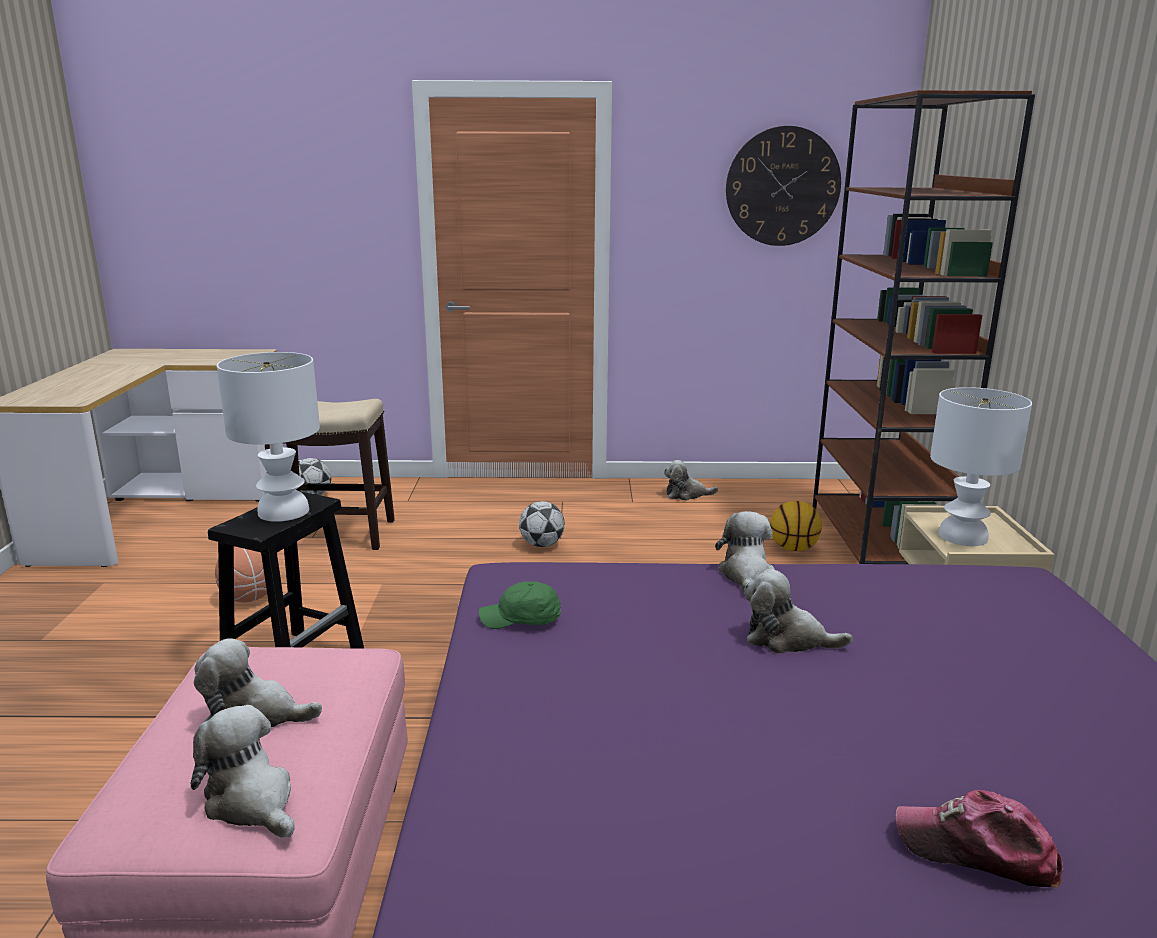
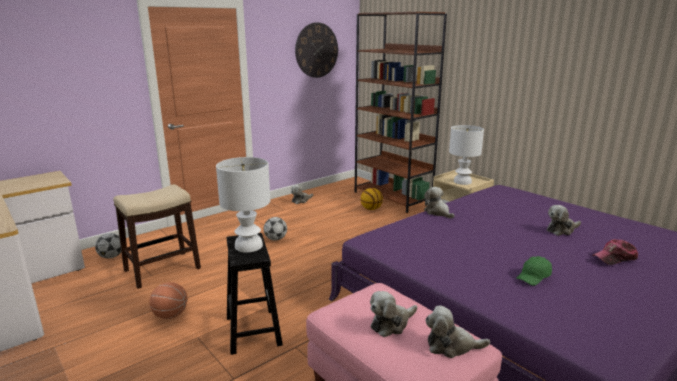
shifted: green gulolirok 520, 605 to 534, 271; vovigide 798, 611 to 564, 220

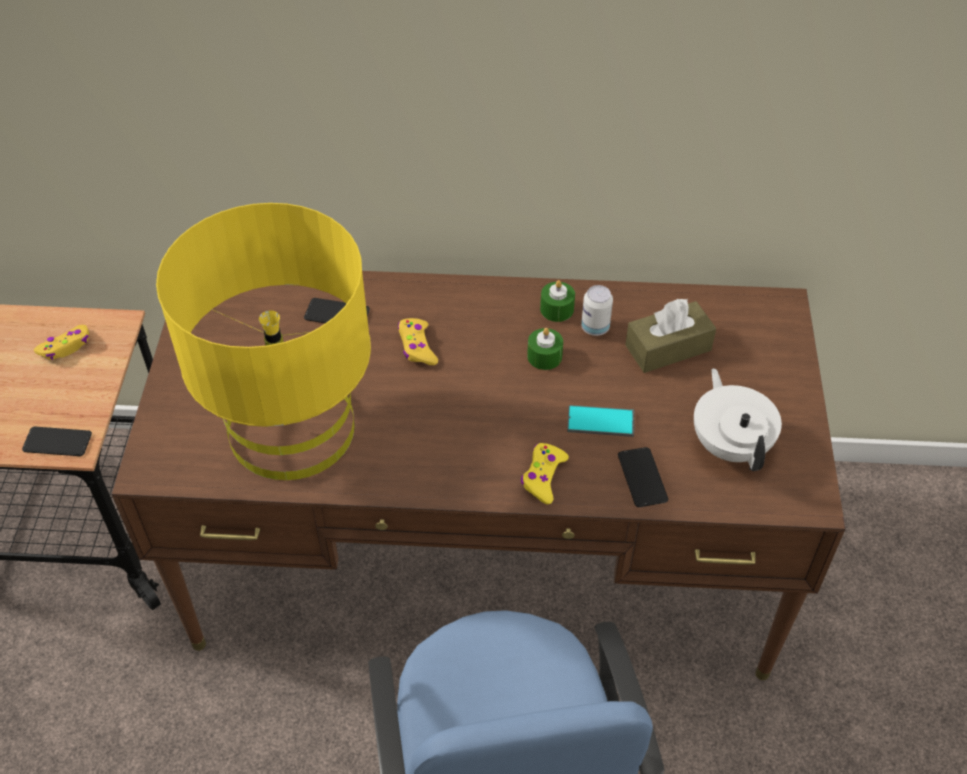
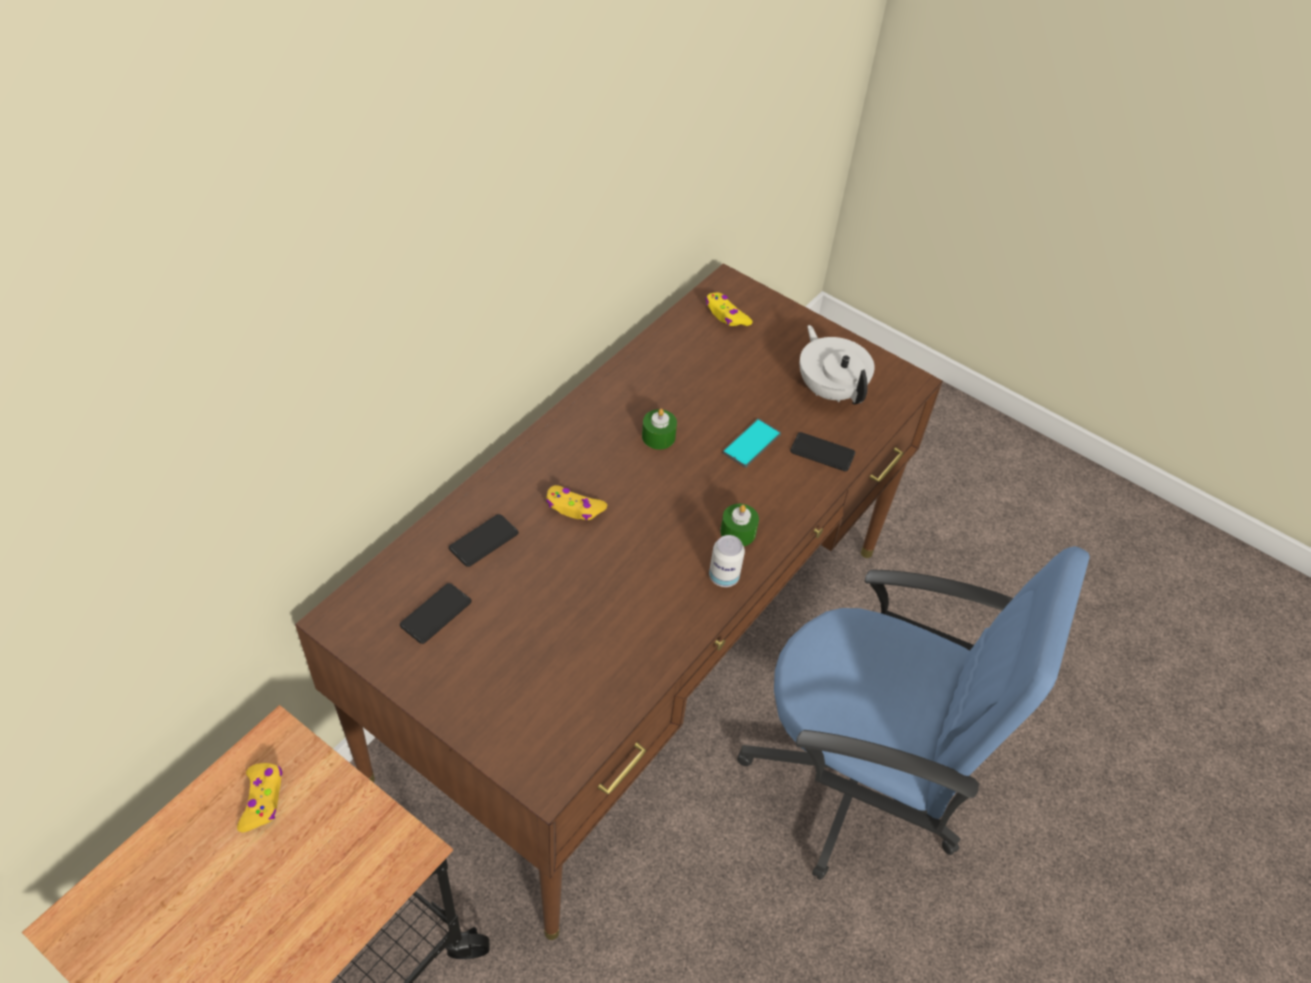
gone: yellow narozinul 263, 341; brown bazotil 670, 336
shifted: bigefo 57, 441 to 435, 613; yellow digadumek 545, 473 to 729, 309; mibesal 597, 310 to 727, 561; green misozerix 557, 301 to 739, 525
rotated: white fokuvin 738, 419 = 837, 364 45 degrees clockwise

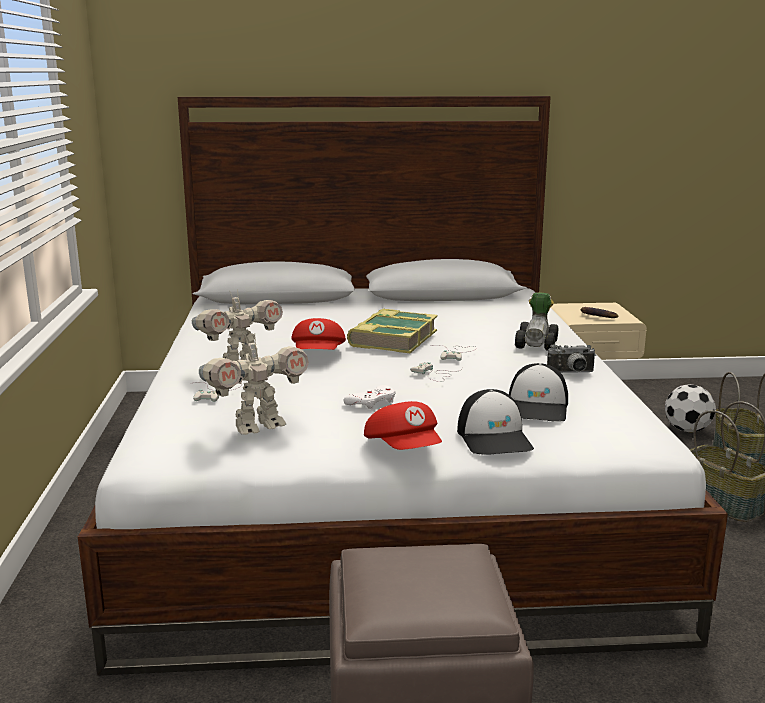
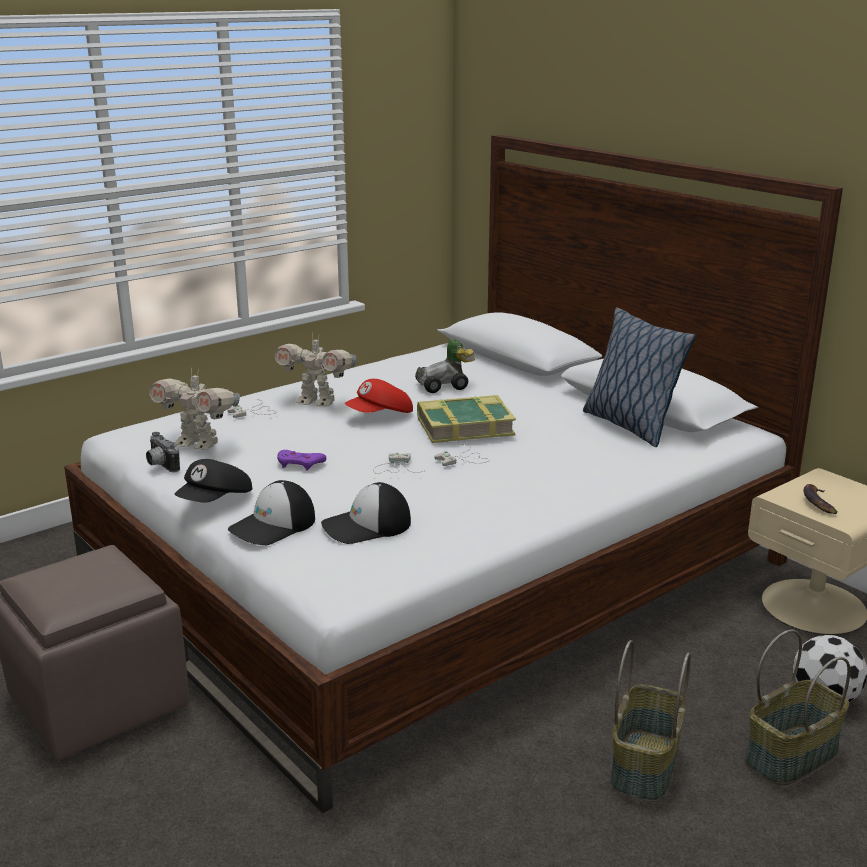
new: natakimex 639, 377
shifted: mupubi 571, 359 to 163, 452; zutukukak 536, 321 to 445, 366
repainted: red gulolirok 403, 425 to black gulolirok 213, 481; white digadumek 369, 397 to purple digadumek 301, 460

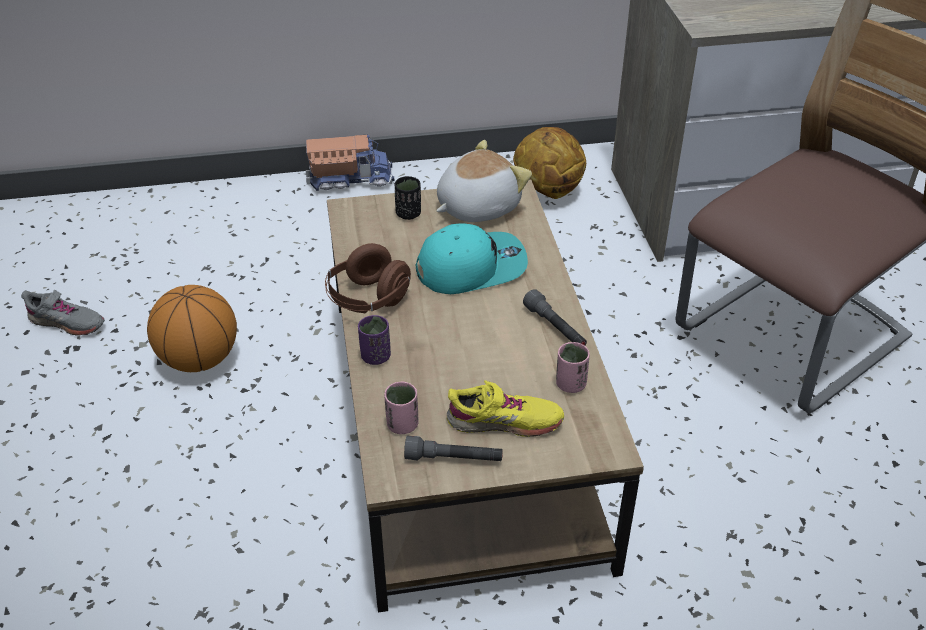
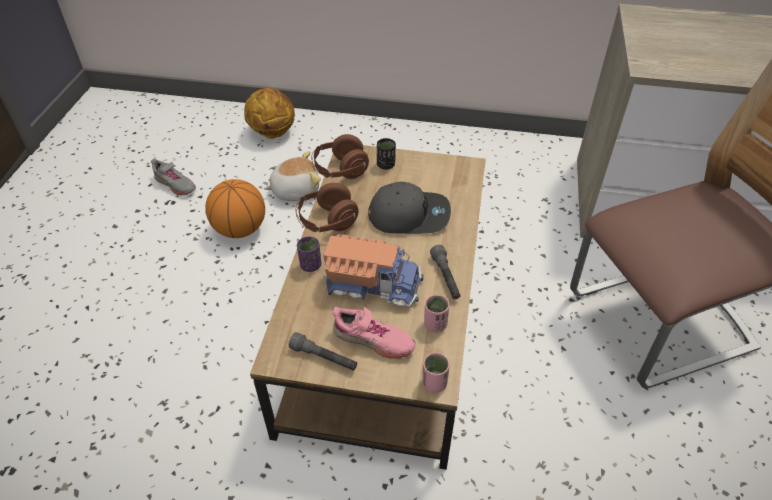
new: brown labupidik 340, 156
shifted: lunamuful 549, 163 to 269, 113; vovigide 484, 181 to 292, 176; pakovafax 350, 163 to 373, 270; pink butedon 401, 408 to 436, 373
repainted: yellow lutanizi 505, 408 to pink lutanizi 374, 333; turquoise gulolirok 471, 258 to grey gulolirok 409, 208

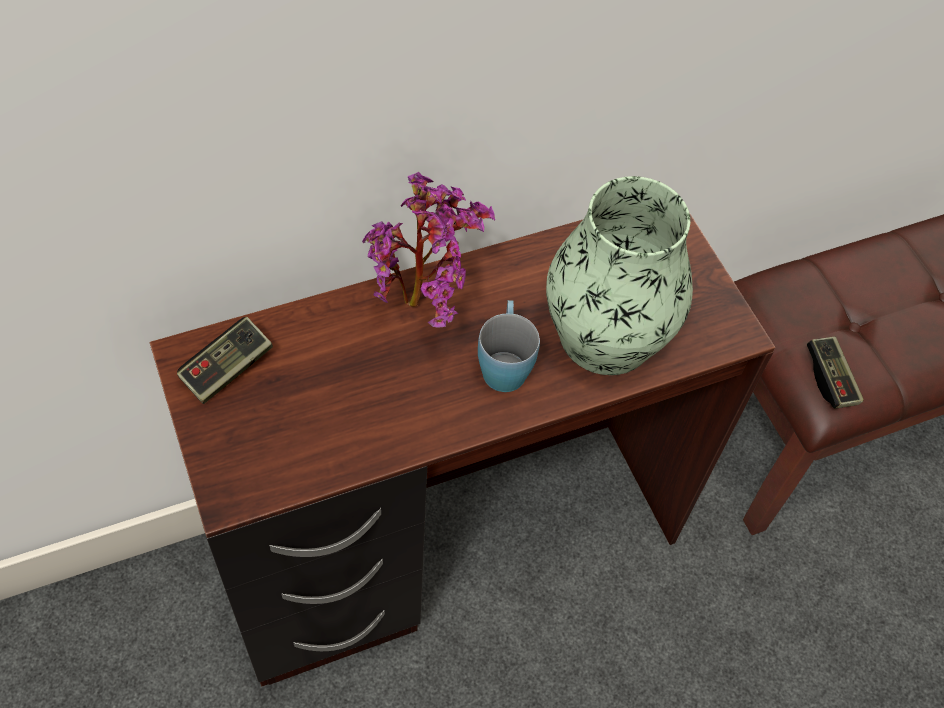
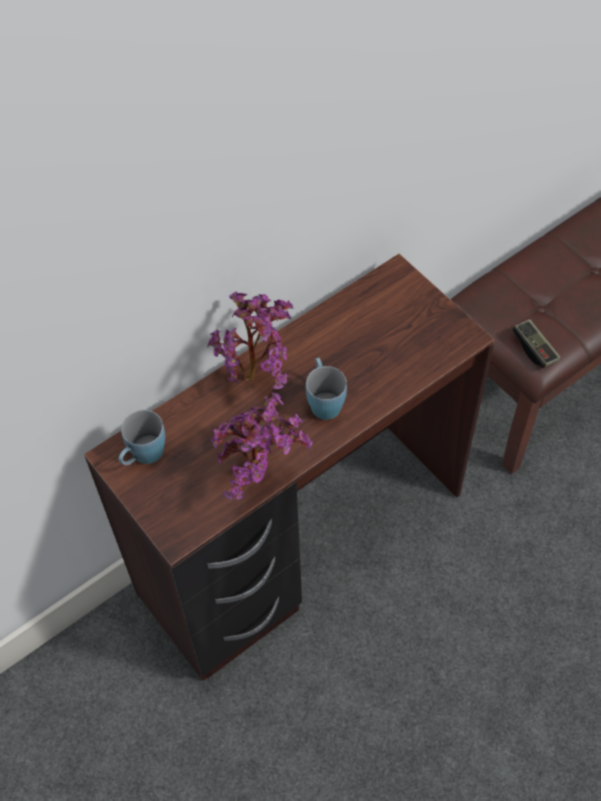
gone: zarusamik 619, 275
new: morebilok 262, 446
swapped: digadumek 225, 360 to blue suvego 142, 437

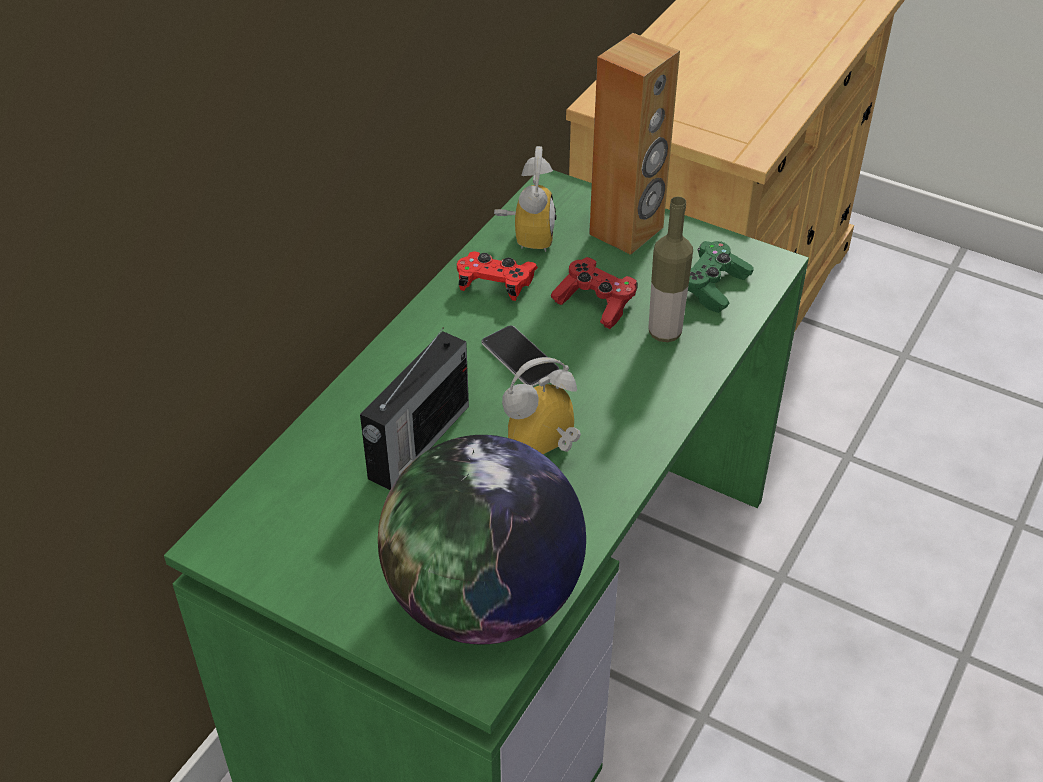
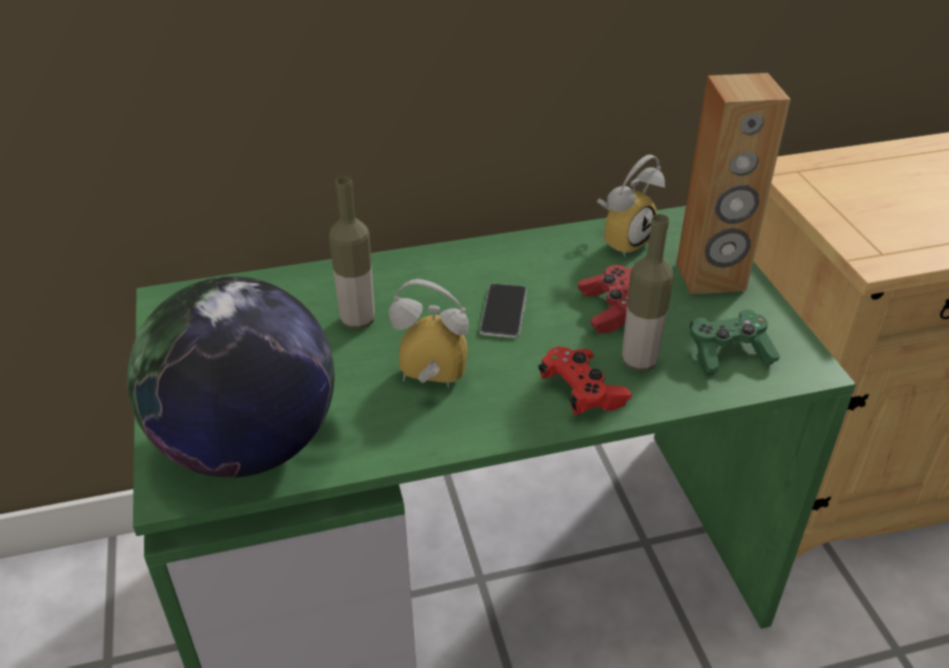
shifted: red digadumek 497, 276 to 585, 381
swapped: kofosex 414, 408 to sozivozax 352, 253

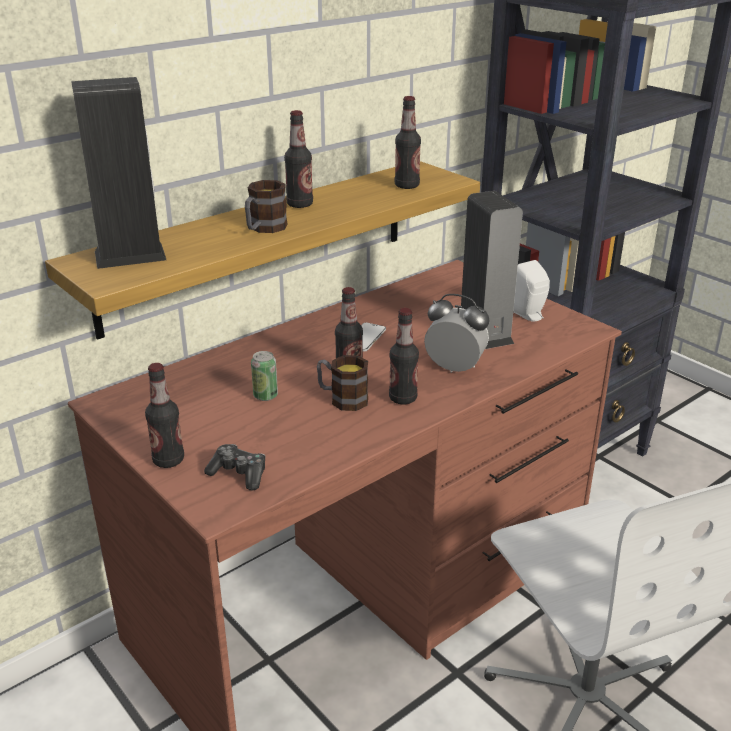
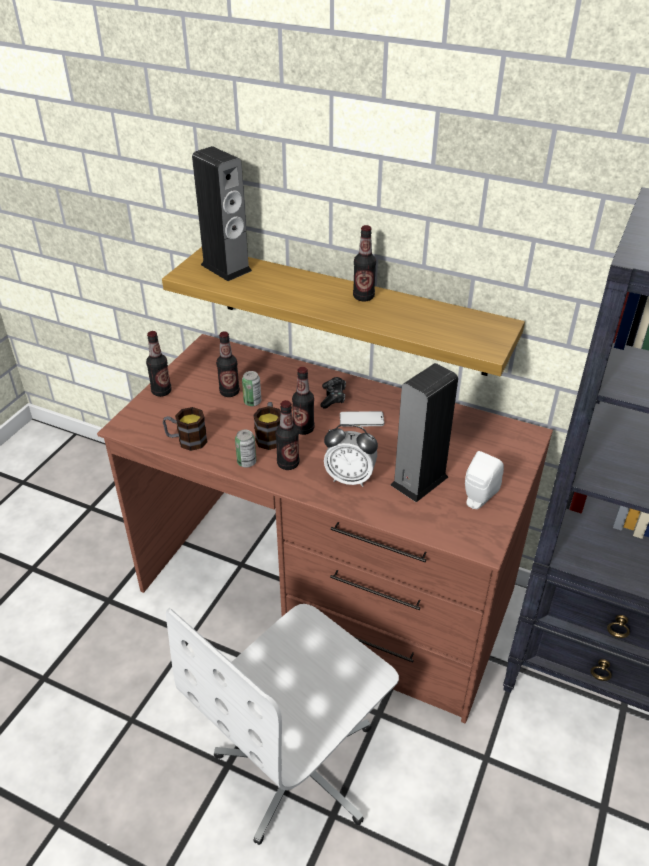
new: mibesal 245, 449
shifted: suvego 266, 206 to 185, 429; sozivozax 408, 142 to 228, 364; digadumek 234, 467 to 333, 393
rotated: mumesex 456, 333 = 351, 455 105 degrees clockwise

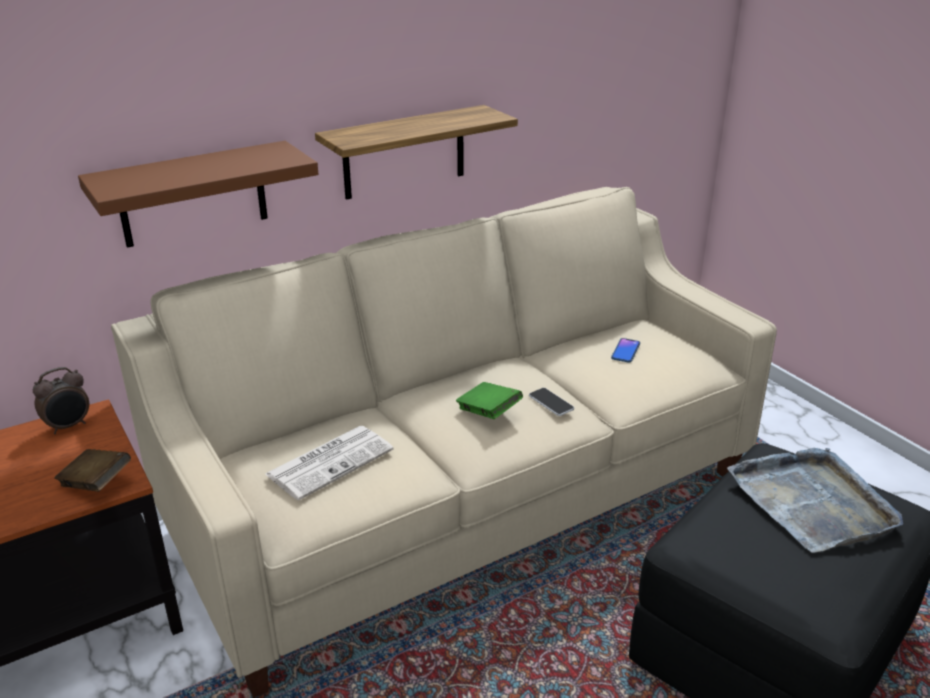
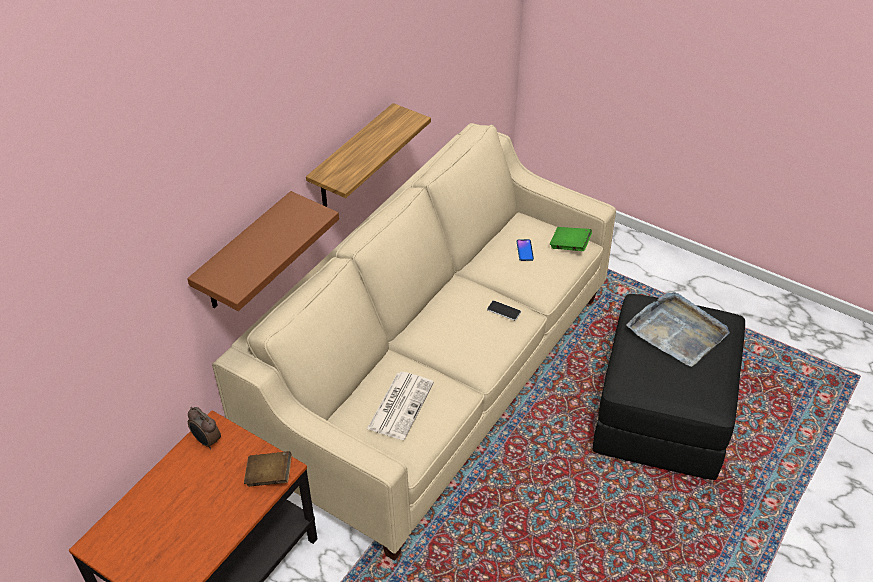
shifted: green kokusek 489, 400 to 571, 239
rotated: mumesex 61, 400 = 204, 428 105 degrees clockwise

